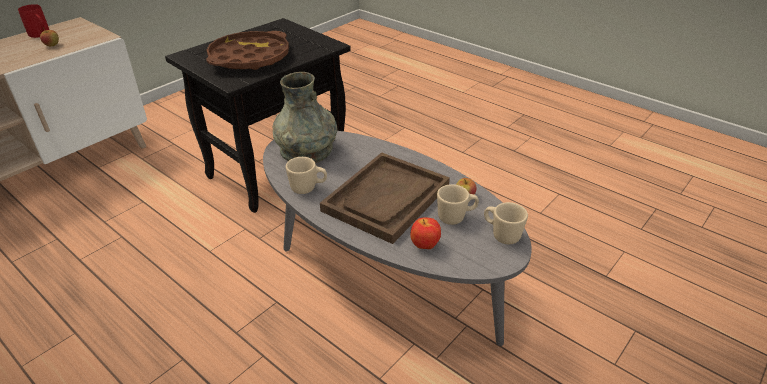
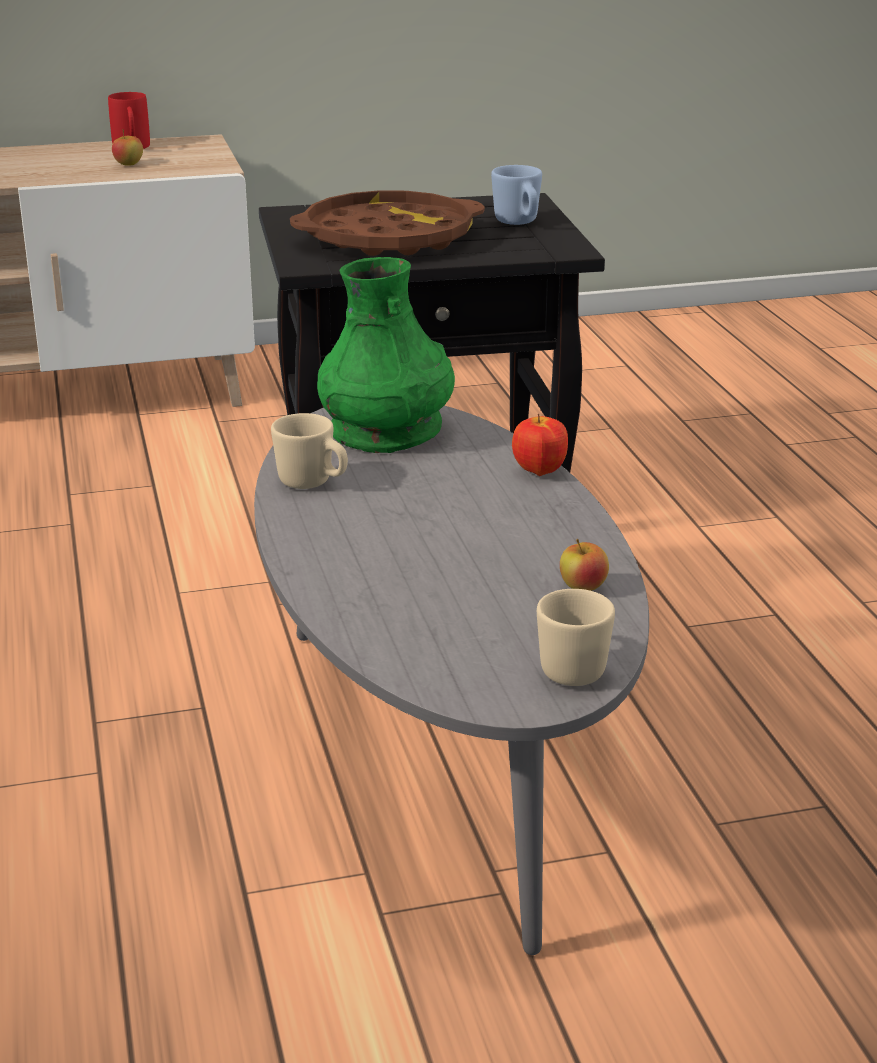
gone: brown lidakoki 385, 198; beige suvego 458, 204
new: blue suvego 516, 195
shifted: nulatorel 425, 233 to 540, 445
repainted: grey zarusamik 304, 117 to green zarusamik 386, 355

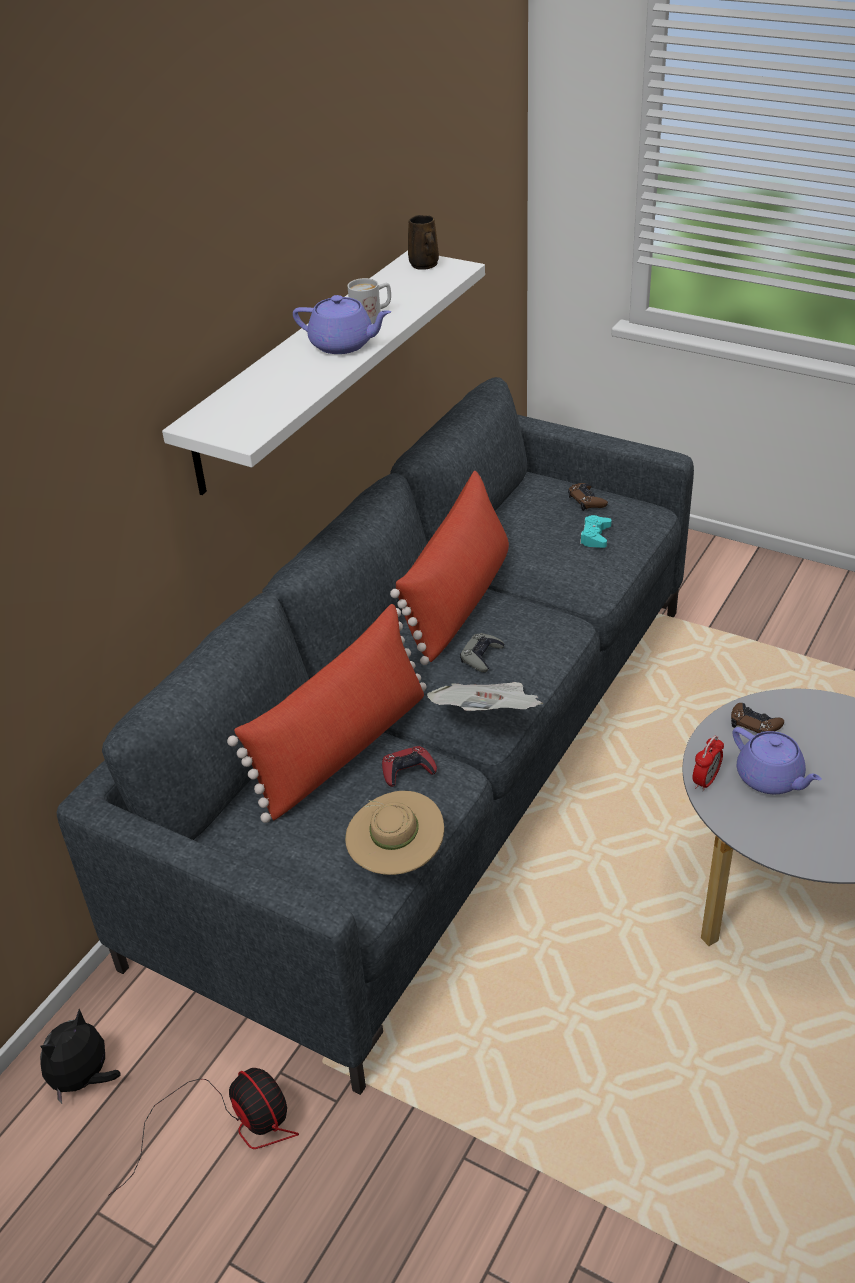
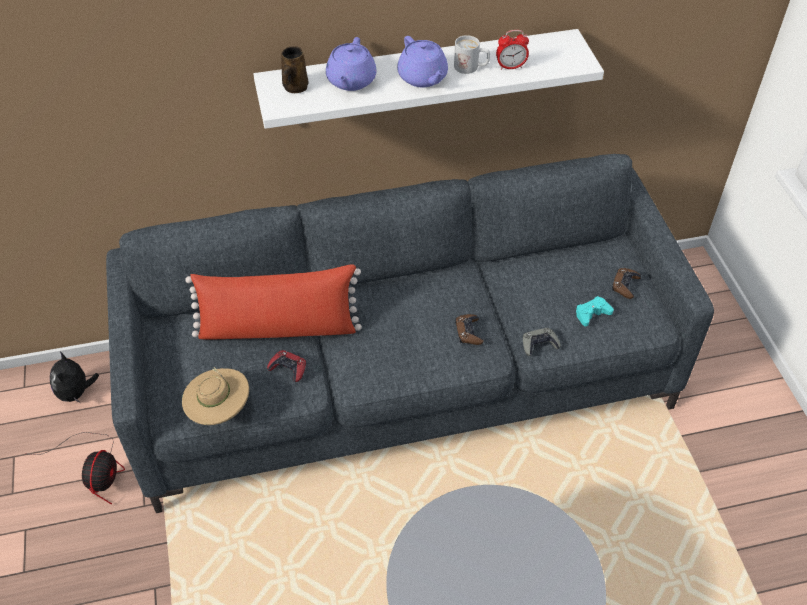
gone: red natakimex 449, 568; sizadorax 485, 696
shifted: brown suvego 423, 242 to 294, 69; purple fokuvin 777, 760 to 351, 64; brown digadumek 757, 718 to 469, 329; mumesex 708, 764 to 512, 50; grey digadumek 482, 652 to 542, 342
rotated: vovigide 80, 1056 = 74, 377 90 degrees counterclockwise

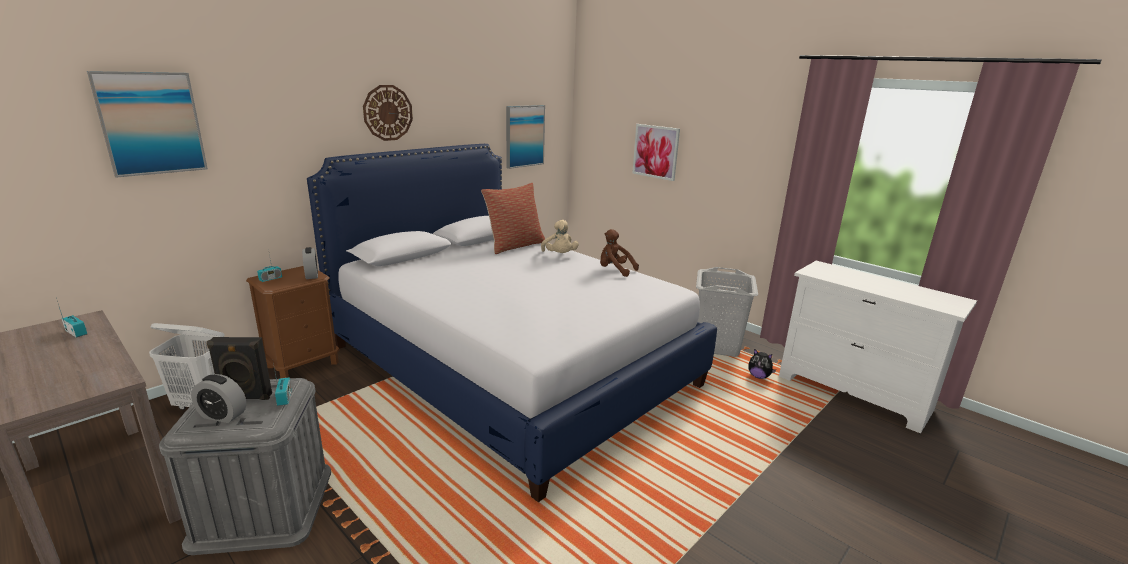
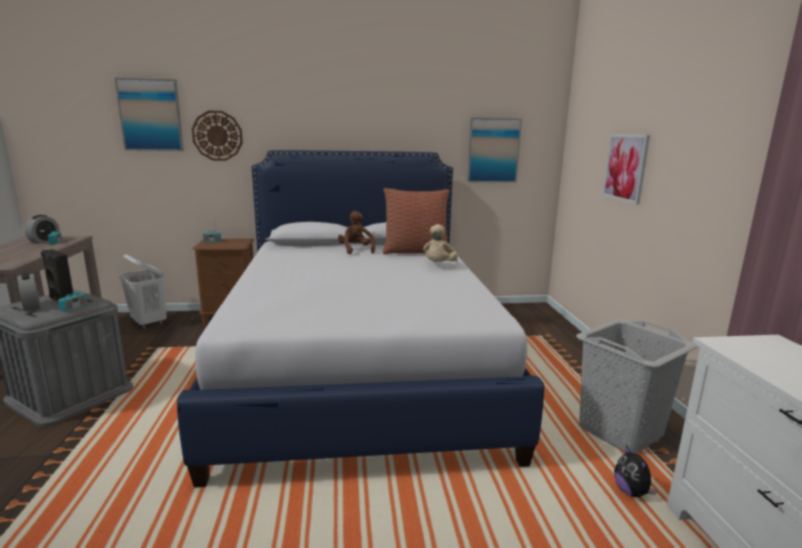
shifted: mumesex 310, 263 to 42, 229; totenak 388, 113 to 217, 136; brown vovigide 619, 253 to 356, 232

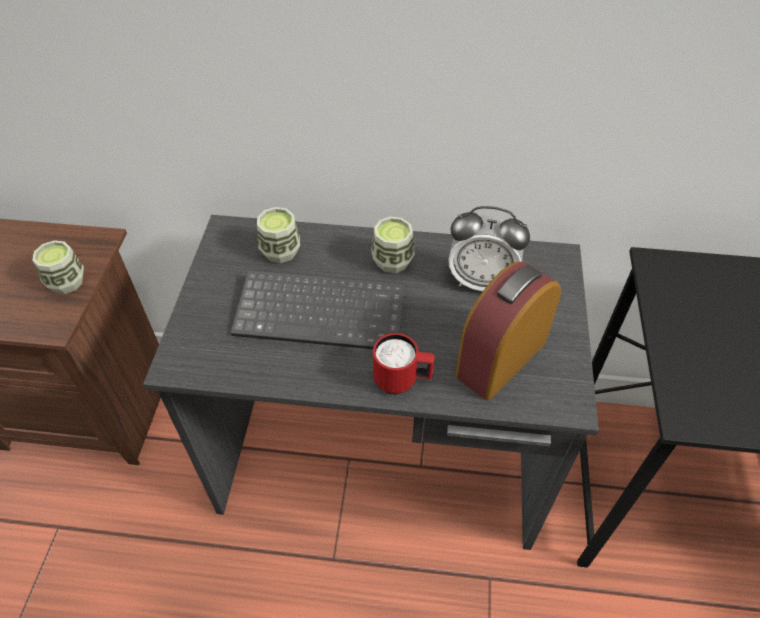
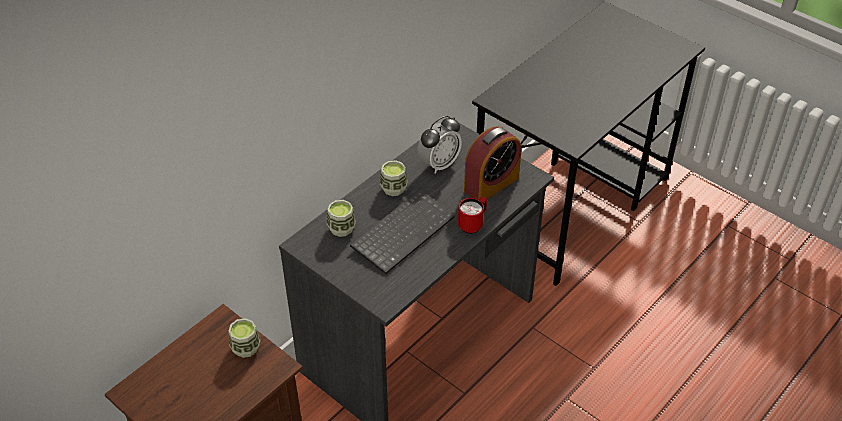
rotated: mumesex 508, 331 = 492, 162 120 degrees counterclockwise

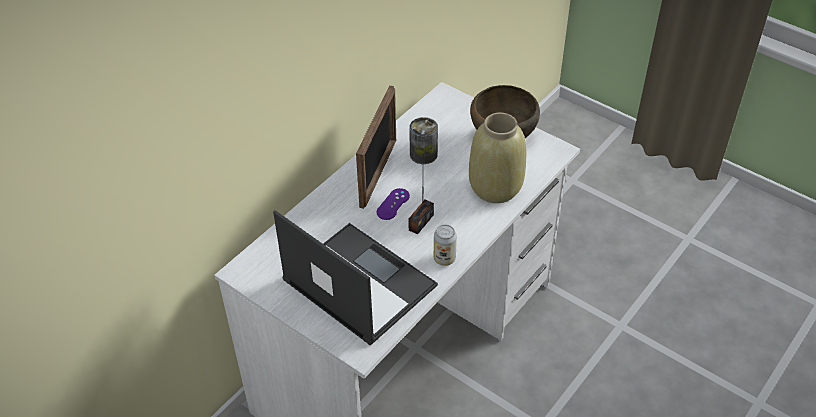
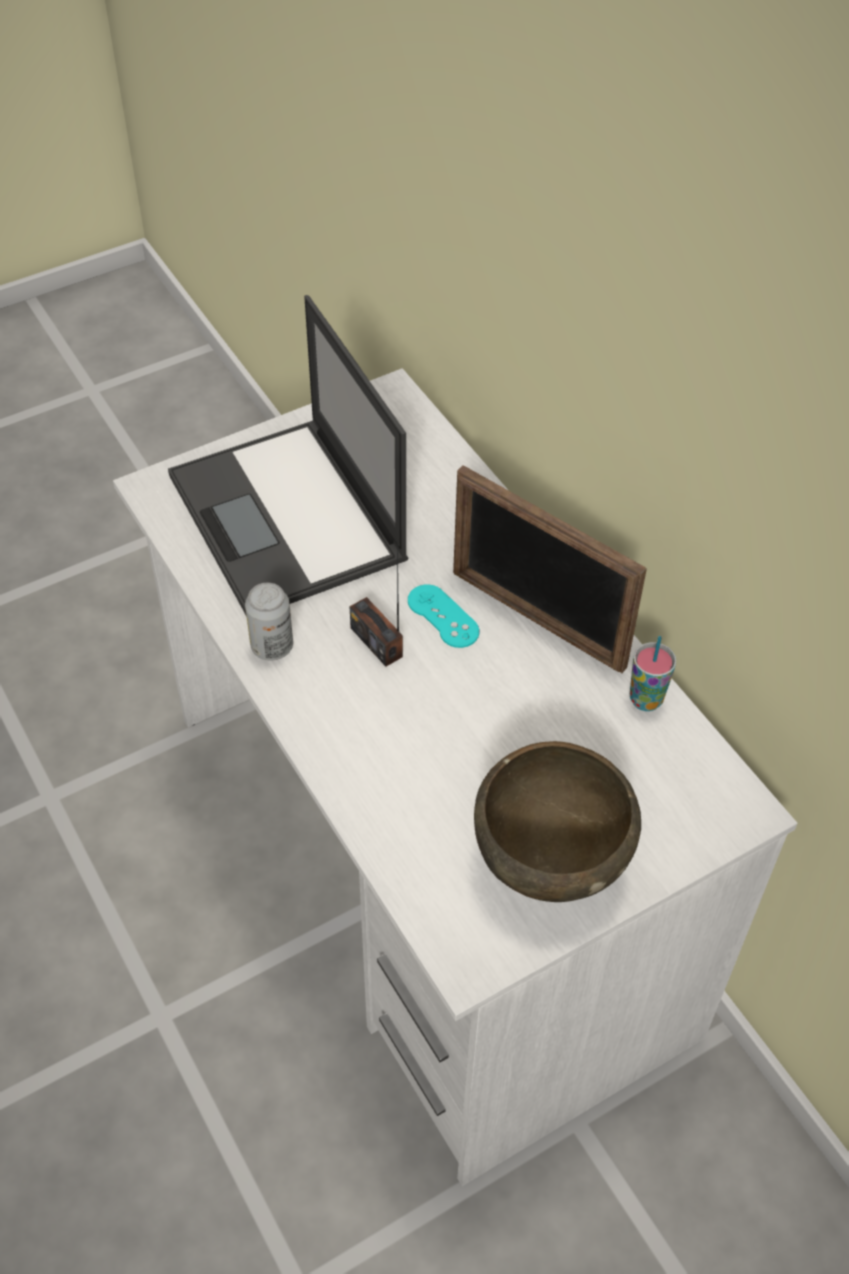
gone: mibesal 423, 140; beige zarusamik 497, 158
new: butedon 653, 673
repainted: purple digadumek 393, 204 to turquoise digadumek 444, 616
rotated: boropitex 355, 278 = 288, 455 90 degrees clockwise

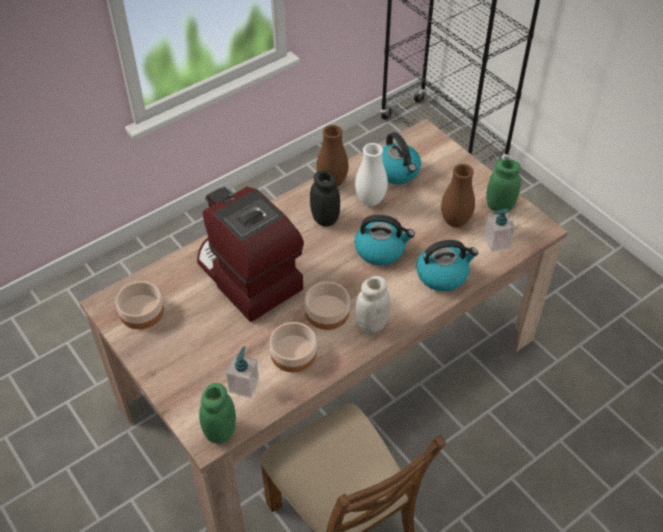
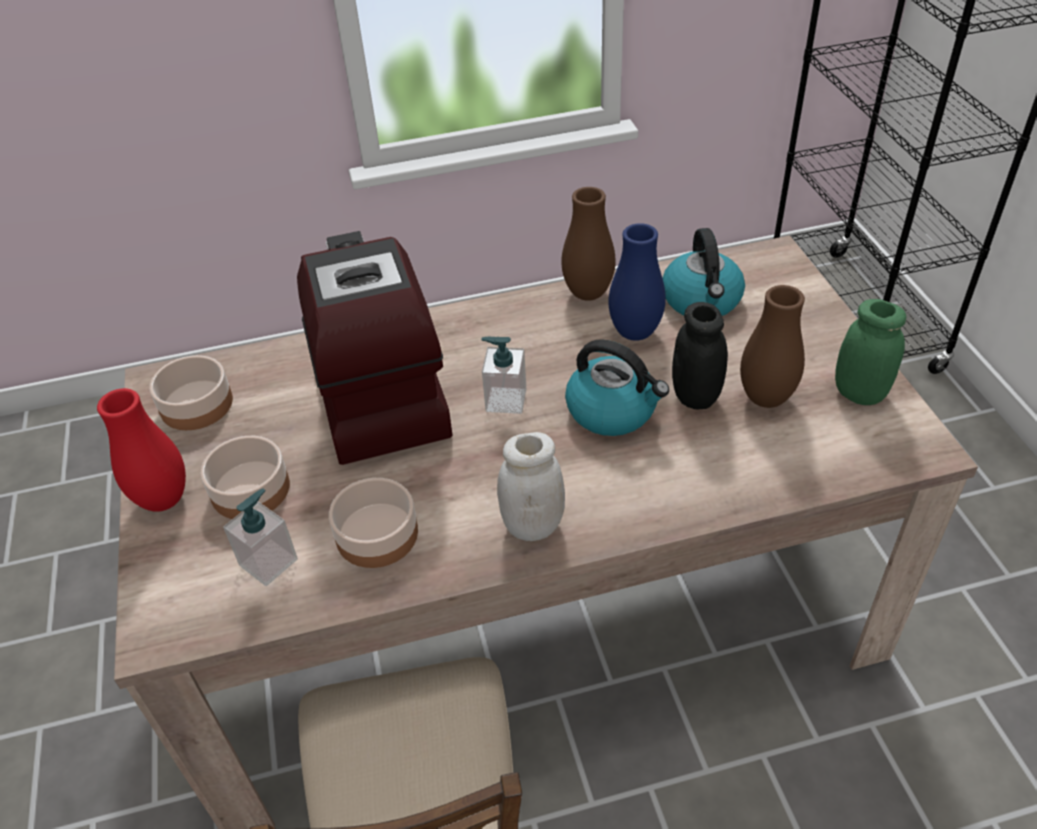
gone: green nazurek 217, 413; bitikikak 447, 265
new: red zarusamik 141, 450
shifted: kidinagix 327, 306 to 245, 477; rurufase 499, 230 to 503, 375; black nazurek 325, 198 to 700, 355
repainted: white zarusamik 371, 174 to blue zarusamik 637, 282

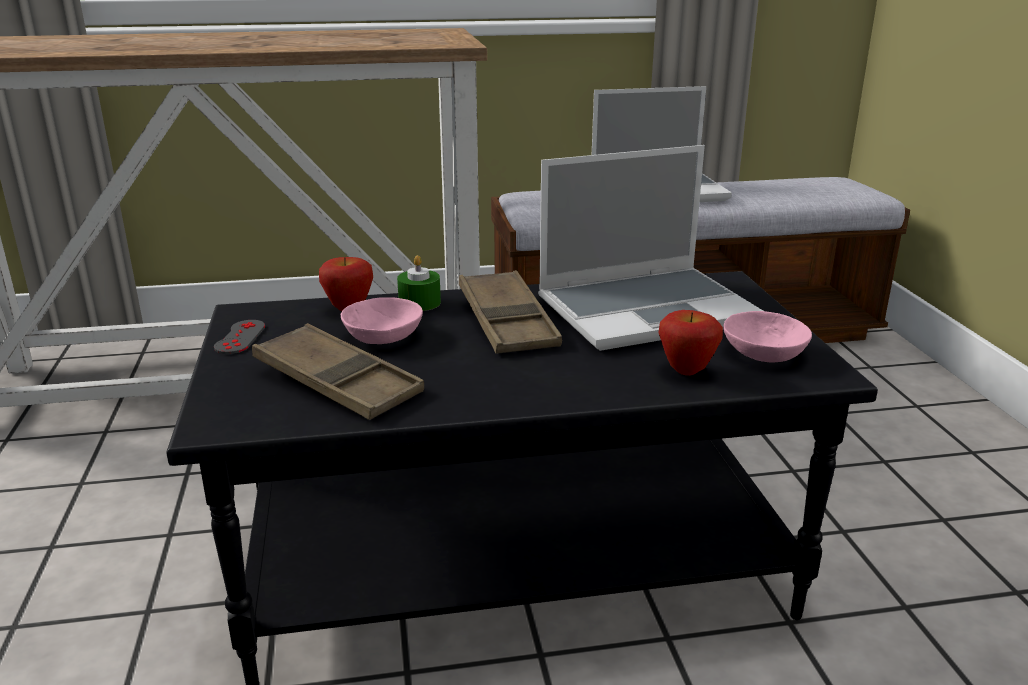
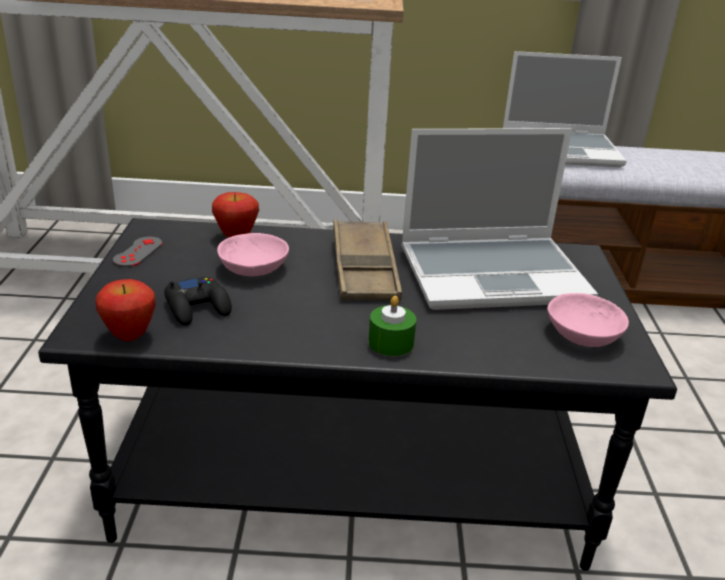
shifted: nulatorel 690, 343 to 125, 310; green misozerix 419, 283 to 392, 326
swapped: brown lidakoki 338, 371 to black digadumek 198, 300

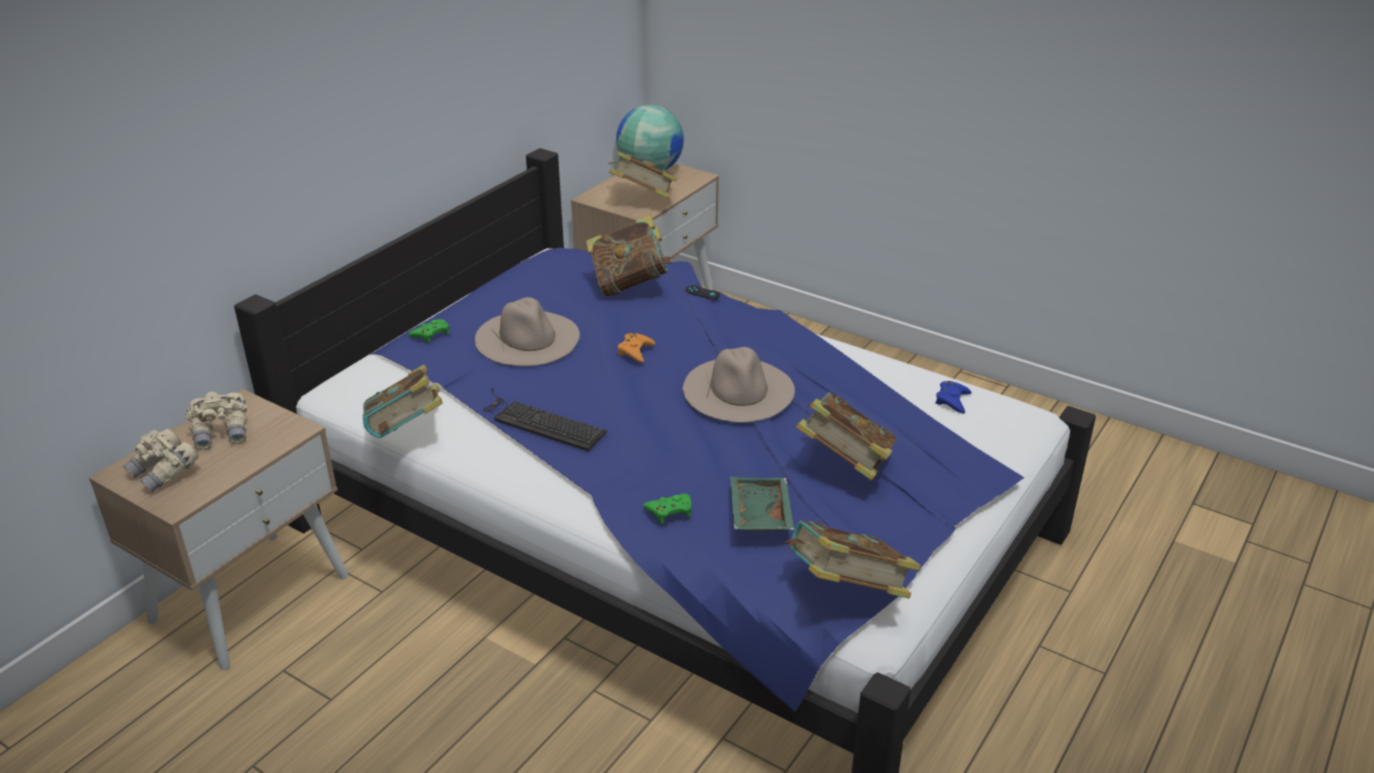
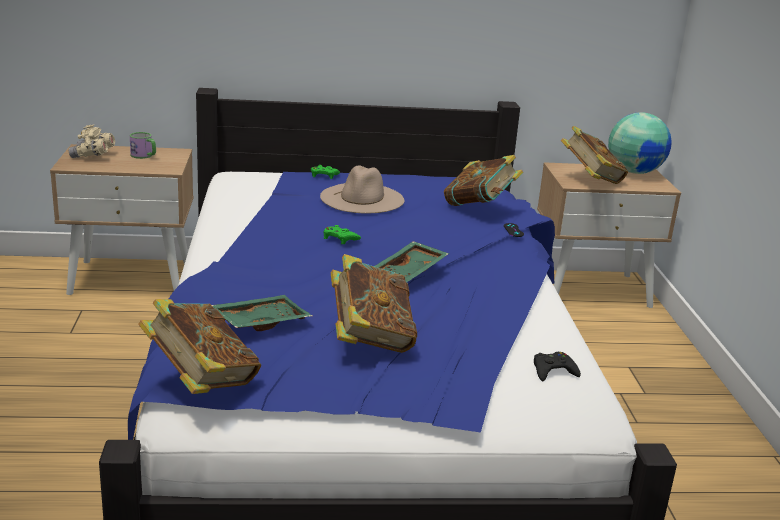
gone: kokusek 403, 401; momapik 545, 419; orange digadumek 636, 348
shifted: green digadumek 667, 508 to 342, 234
swapped: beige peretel 216, 420 to suvego 143, 145; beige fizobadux 739, 385 to green lidakoki 411, 261
repainted: blue digadumek 953, 397 to black digadumek 557, 366

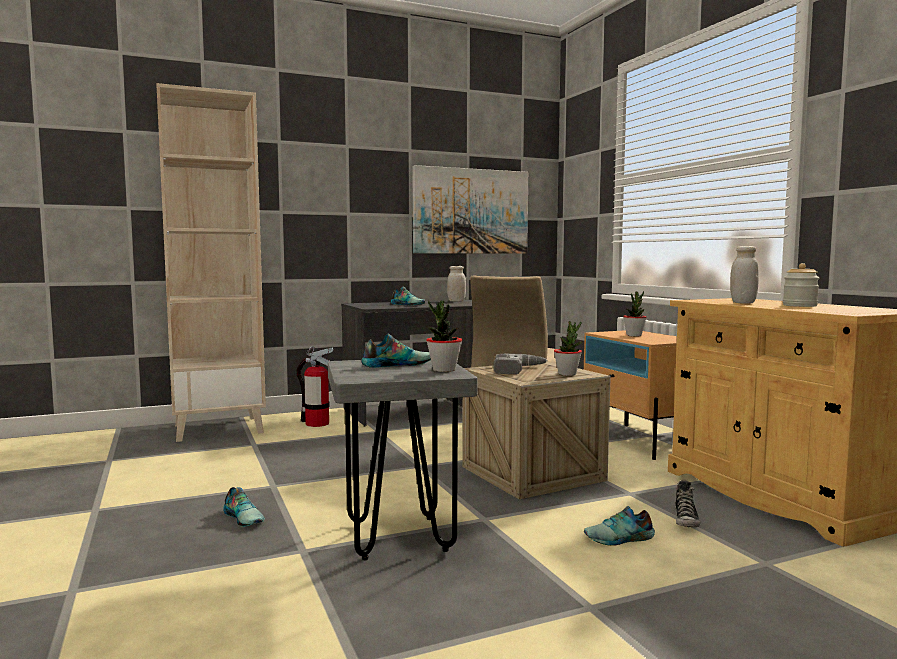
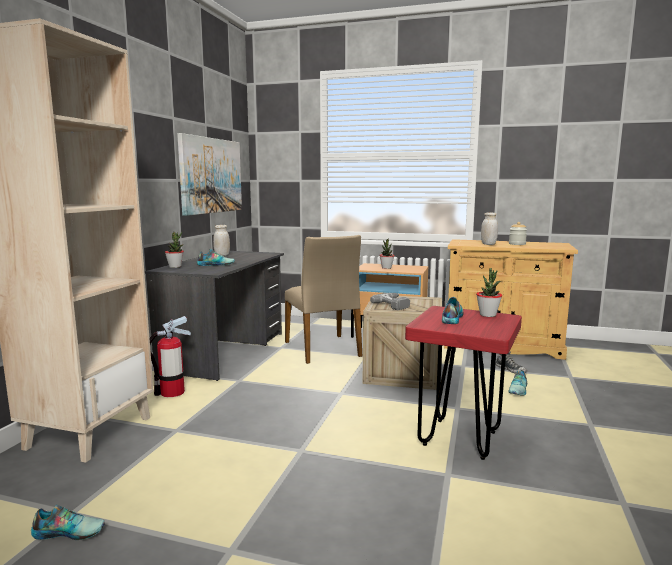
shifted: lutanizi 244, 507 to 68, 522; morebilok 568, 348 to 174, 250
repainted: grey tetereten 403, 460 to red tetereten 463, 383

